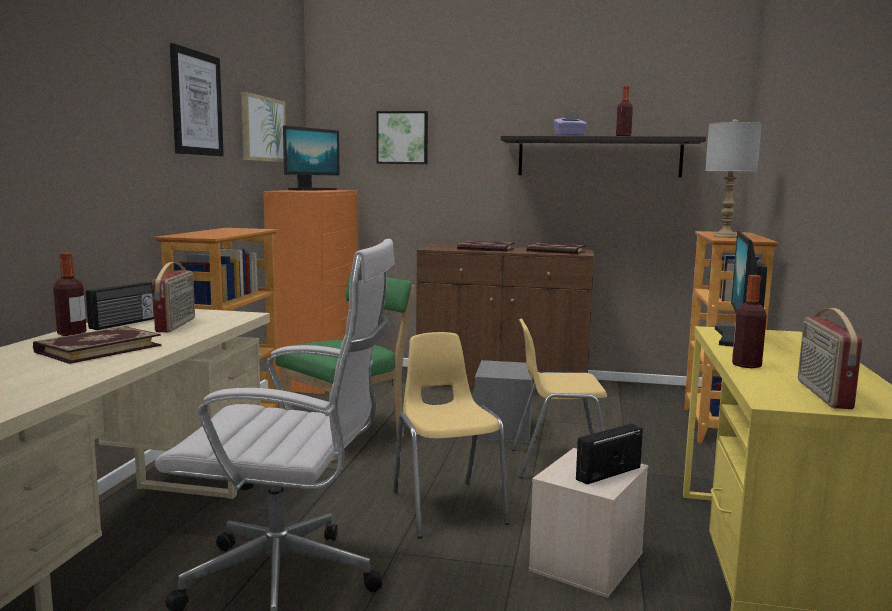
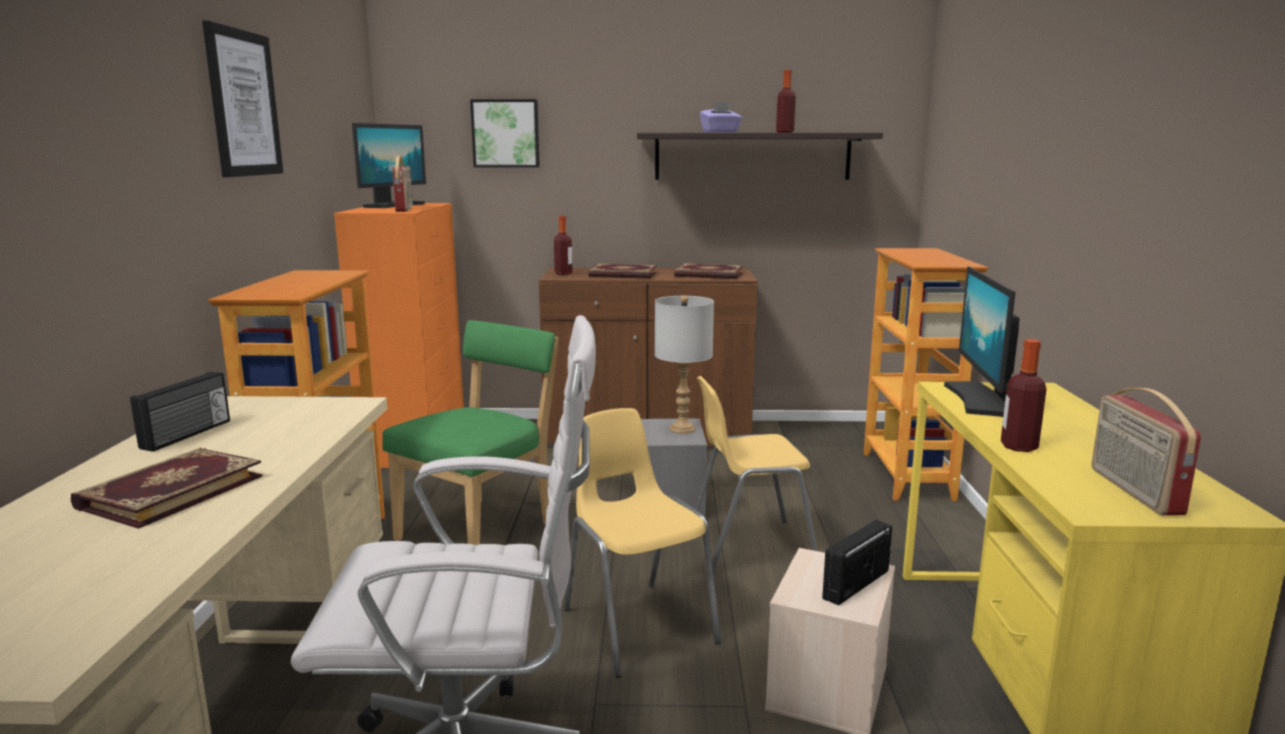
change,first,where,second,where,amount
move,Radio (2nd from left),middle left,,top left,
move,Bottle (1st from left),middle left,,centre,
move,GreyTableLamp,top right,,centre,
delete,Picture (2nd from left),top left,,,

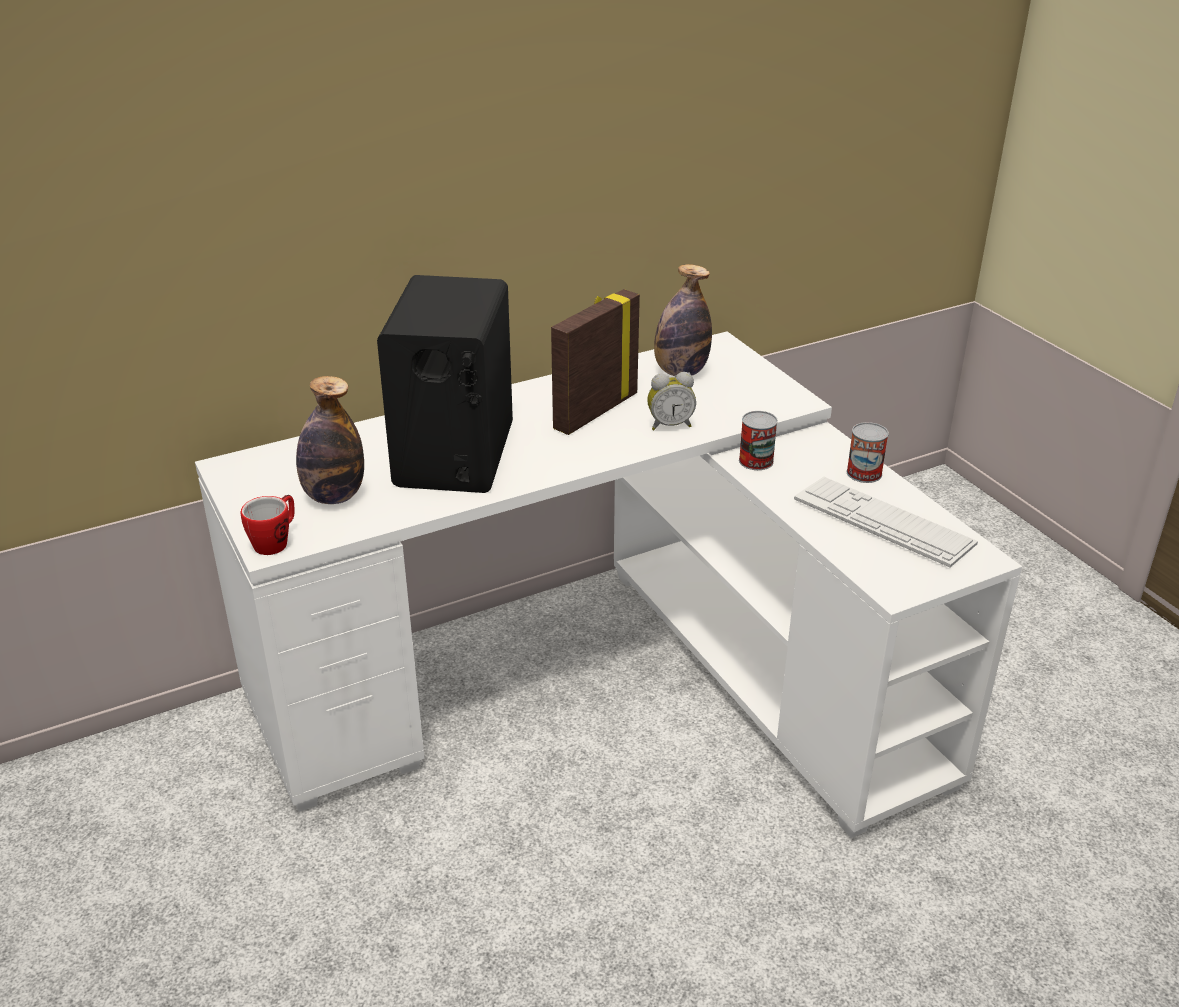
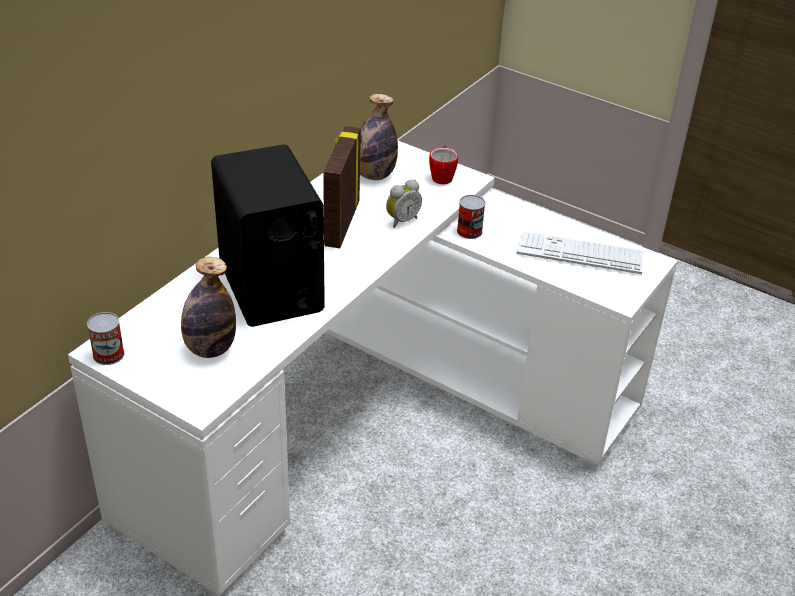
change,first,where,second,where,amount
move,Can (2nd from left in the first image),middle right,Can (1st from left),middle left,
move,Mug,middle left,,top centre,

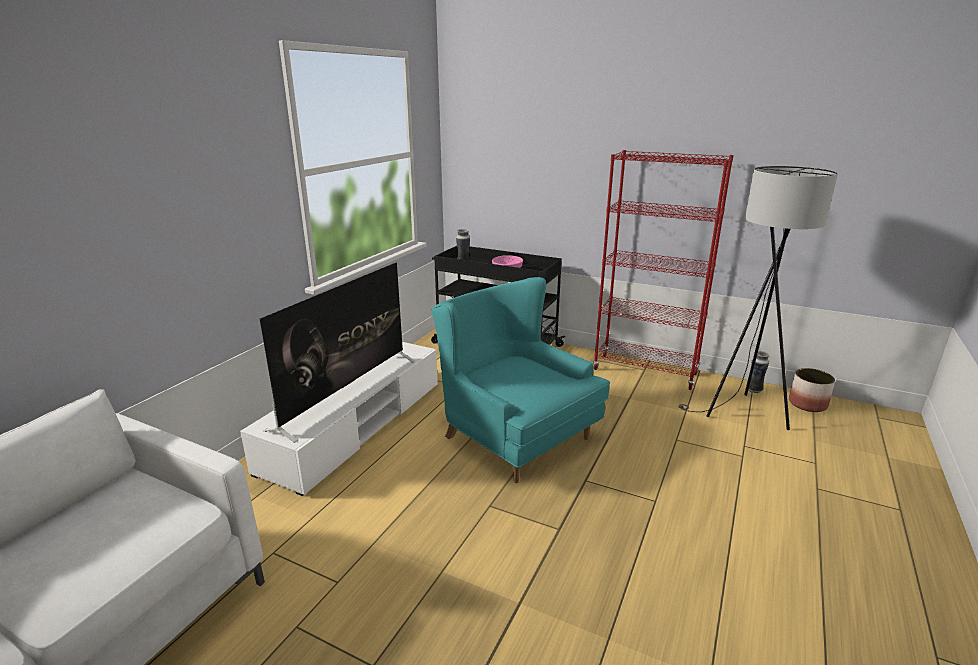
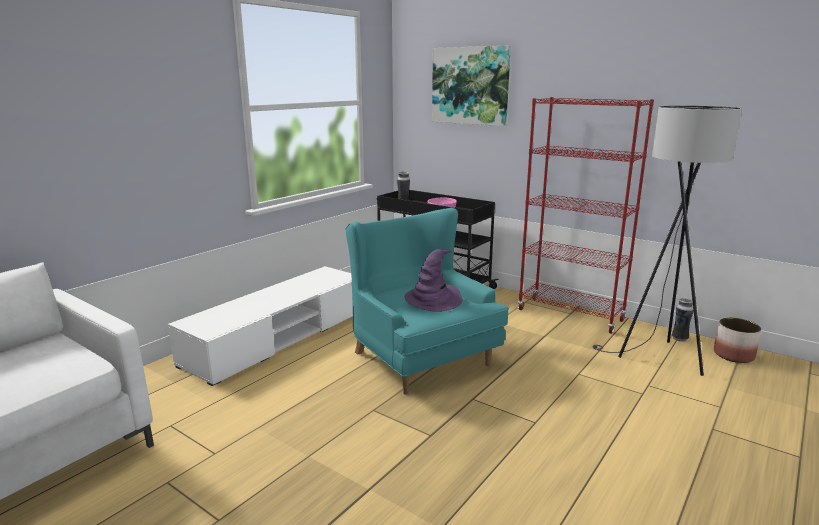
change,first,where,second,where,amount
insert,,,PurpleHat,centre,
insert,,,Picture,top centre,
delete,Television,centre,,,

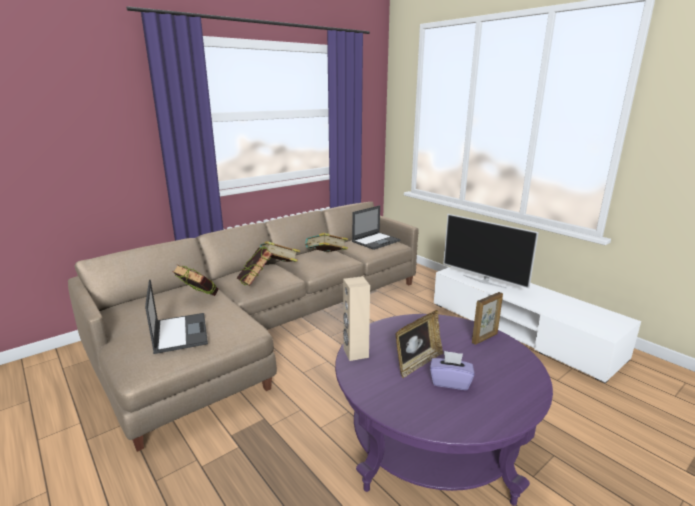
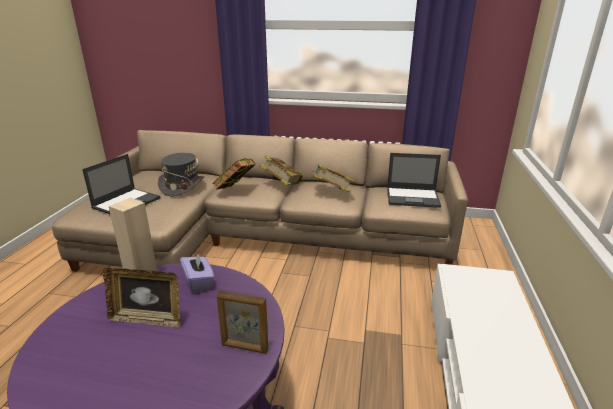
change,first,where,second,where,amount
replace,Book (1st from left),middle left,GreyHat,middle left,
move,PurpleTissueBox,bottom centre,,bottom left,
delete,Television,middle right,,,

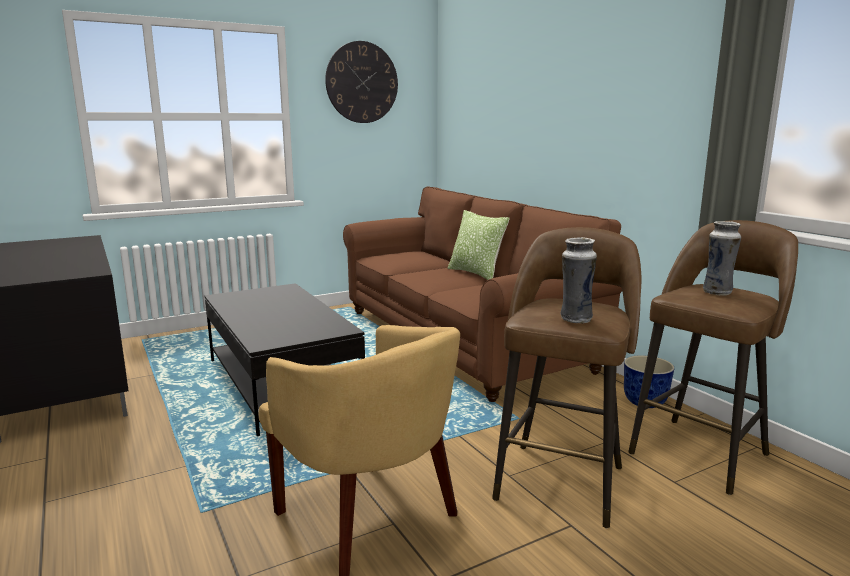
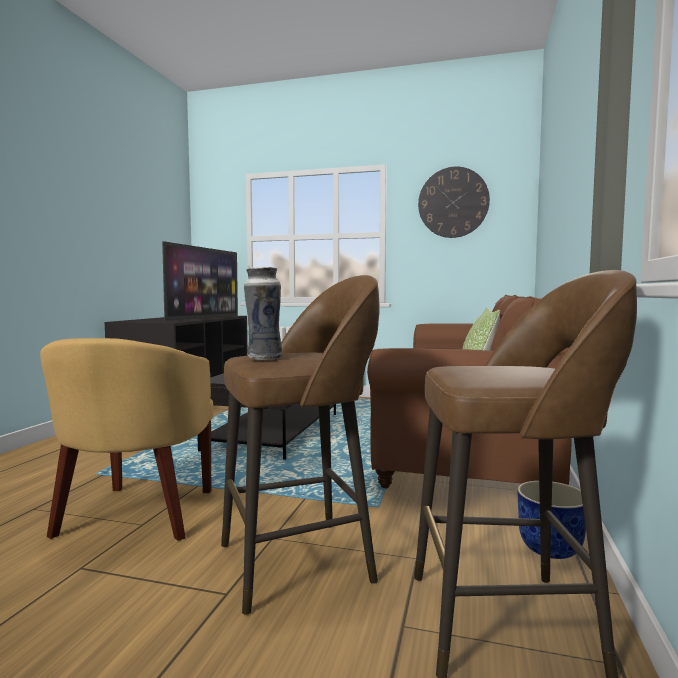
change,first,where,second,where,amount
insert,,,Television,middle left,
delete,Vase (2nd from left),middle right,,,

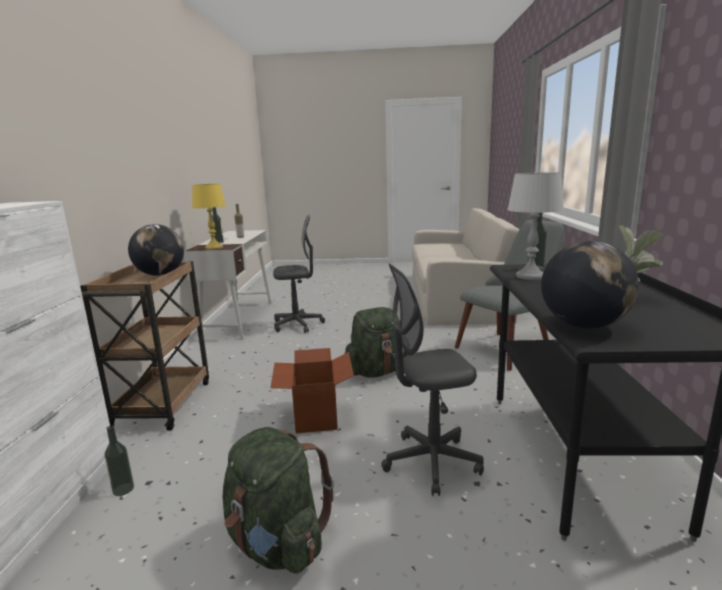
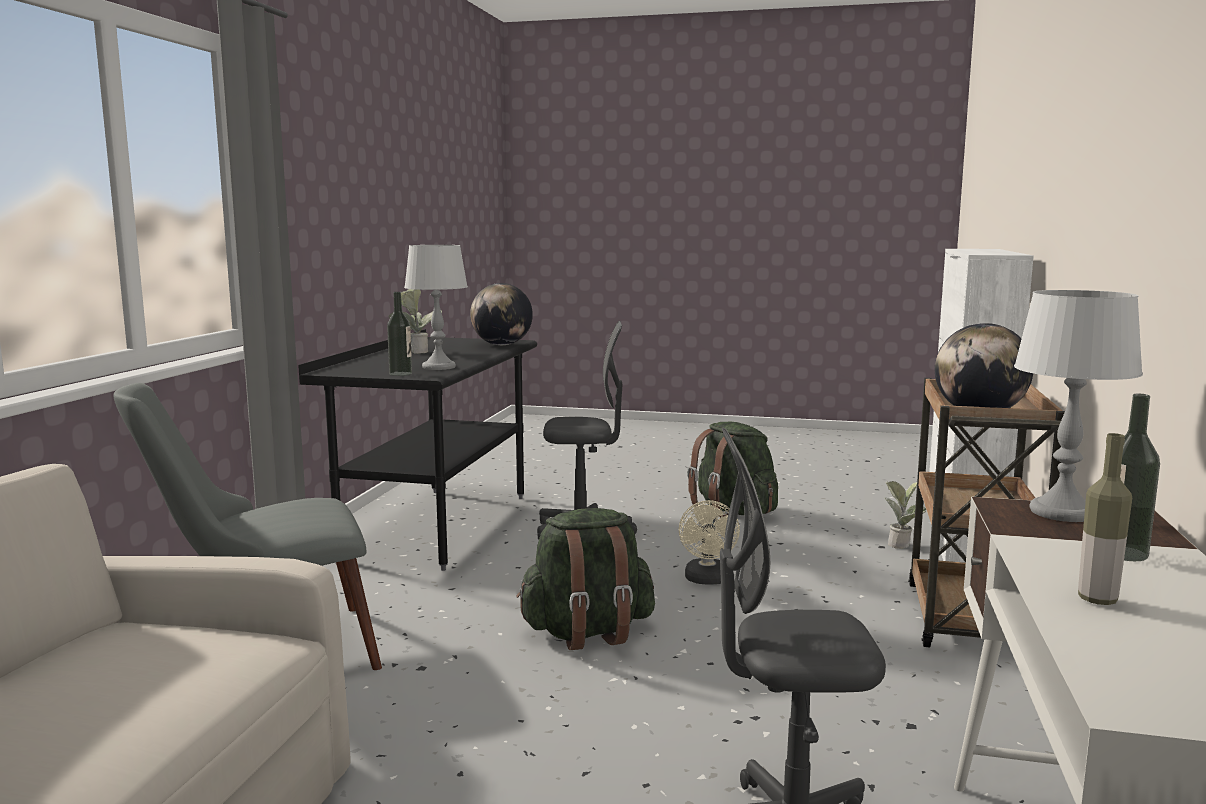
change,first,where,second,where,amount
replace,CardboardBox,centre,BeigeFan,bottom centre,
replace,Bottle (1st from left),bottom left,PottedPlant (2nd from left),middle right,
recolor,YellowTableLamp,middle left,GreyTableLamp (2nd from left),middle right,

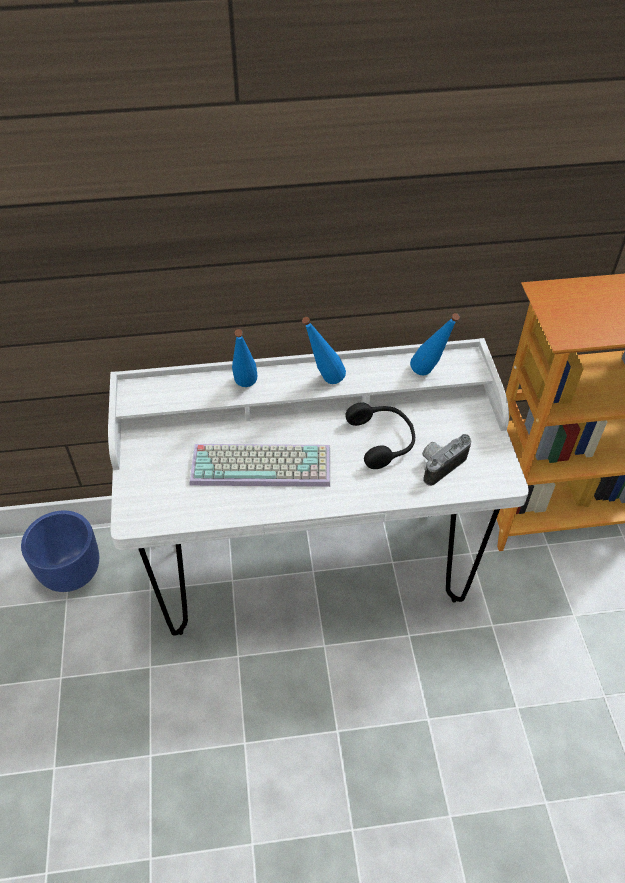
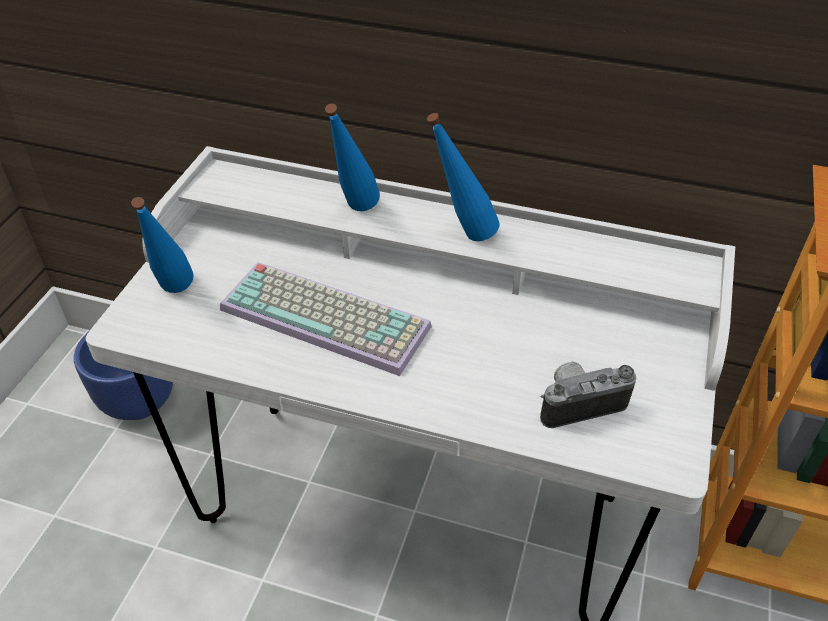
change,first,where,second,where,amount
move,BlueBottle (3rd from left in the first image),middle right,BlueBottle (1st from left),middle left,
delete,BlackHeadphones,centre,,,

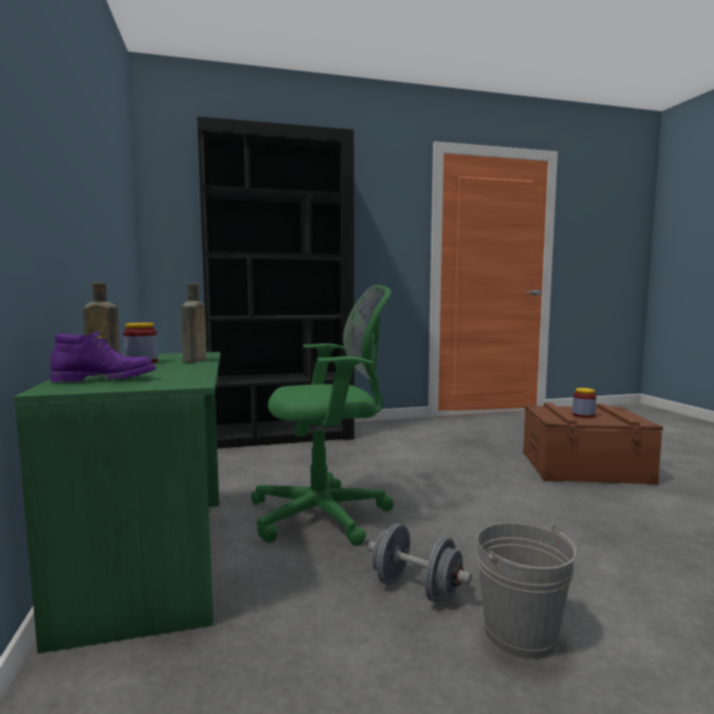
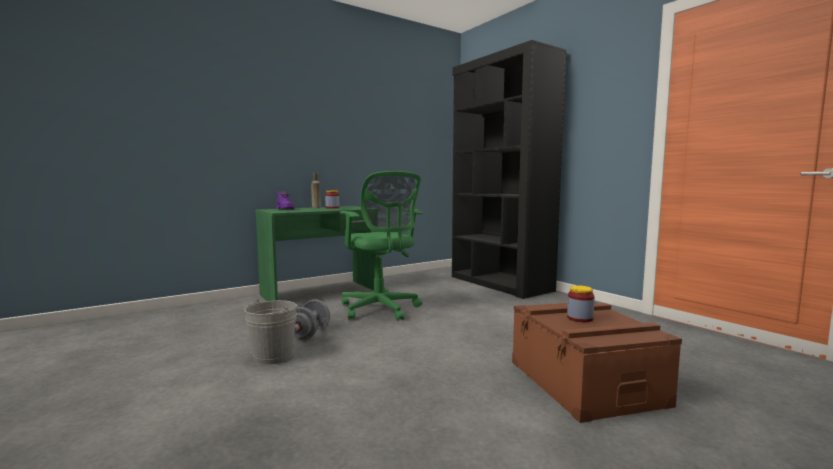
change,first,where,second,where,amount
delete,BrownBottle (2nd from left),middle left,,,

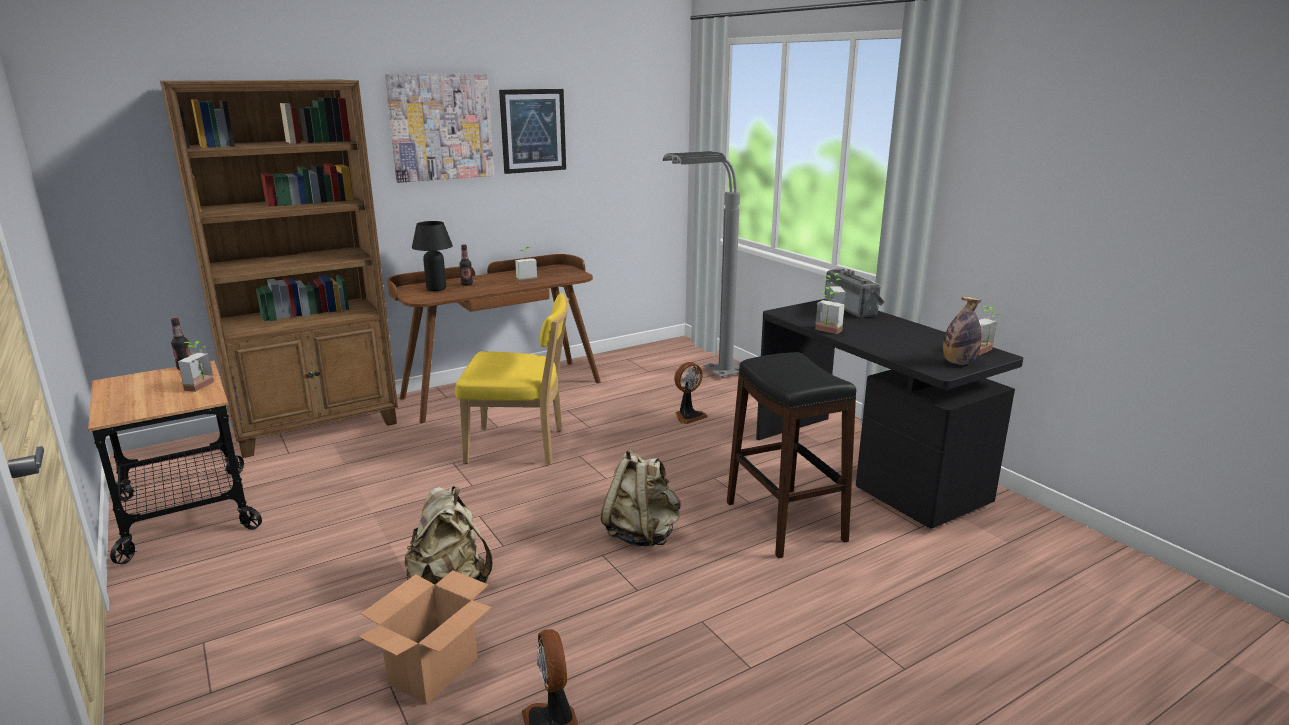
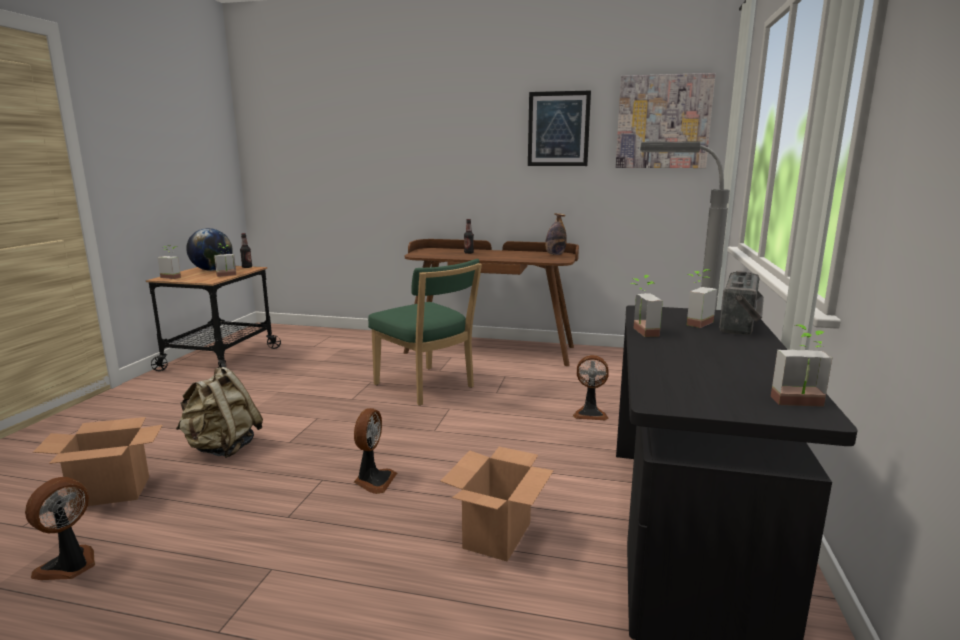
change,first,where,second,where,amount
move,PottedPlant (2nd from left in the first image),centre,PottedPlant (1st from left),middle left,
insert,,,Globe,middle left,
replace,BeigeBackpack (2nd from left),bottom centre,Fan (2nd from left),bottom centre,
recolor,YellowChair,centre,GreenChair,centre,
replace,BlackStool,centre,CardboardBox (2nd from left),bottom centre,
move,Bottle (3rd from left),middle right,,centre,
move,Picture (1st from left in the first image),top centre,Picture (2nd from left),top right,
delete,BrownBookcase,middle left,,,
delete,BlackTableLamp,centre,,,

